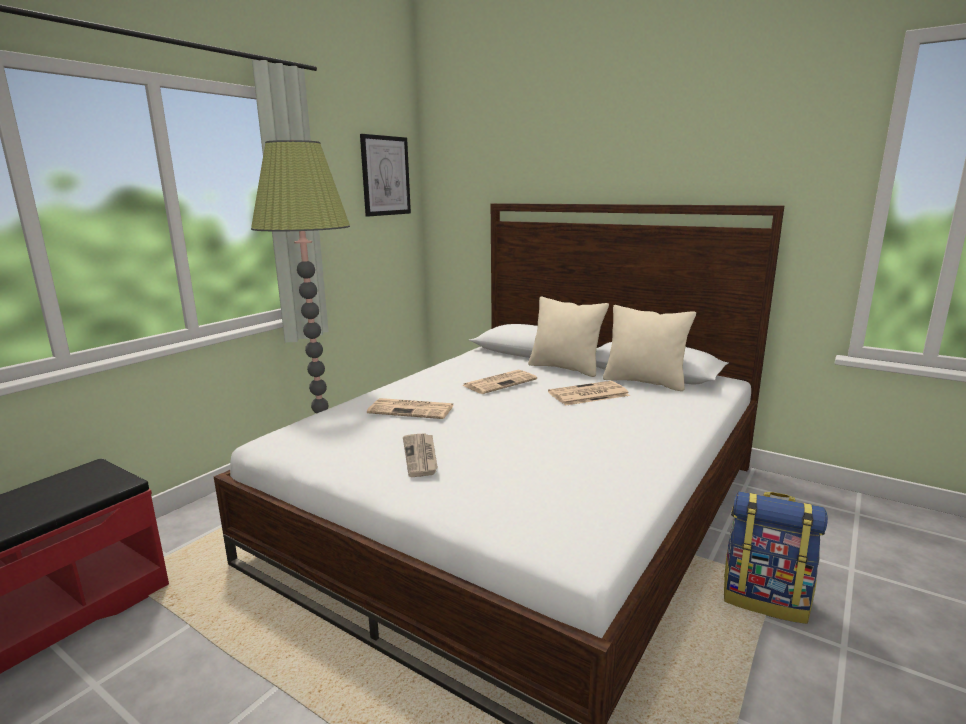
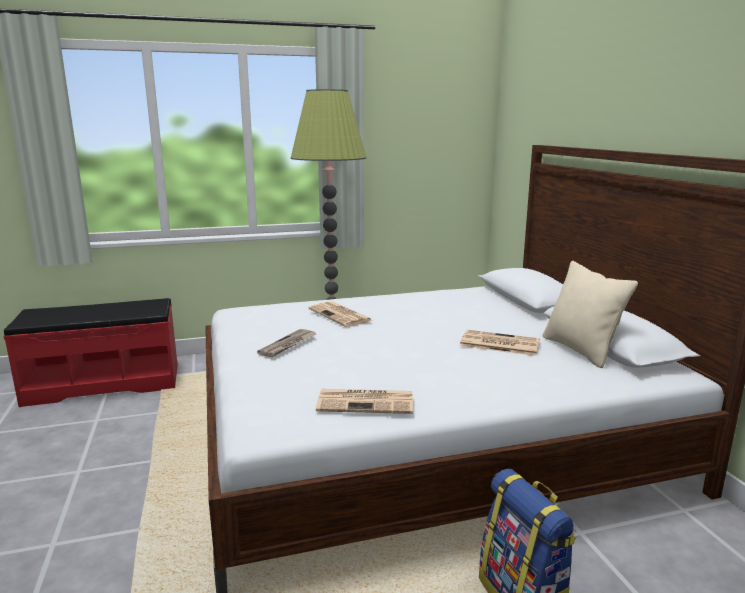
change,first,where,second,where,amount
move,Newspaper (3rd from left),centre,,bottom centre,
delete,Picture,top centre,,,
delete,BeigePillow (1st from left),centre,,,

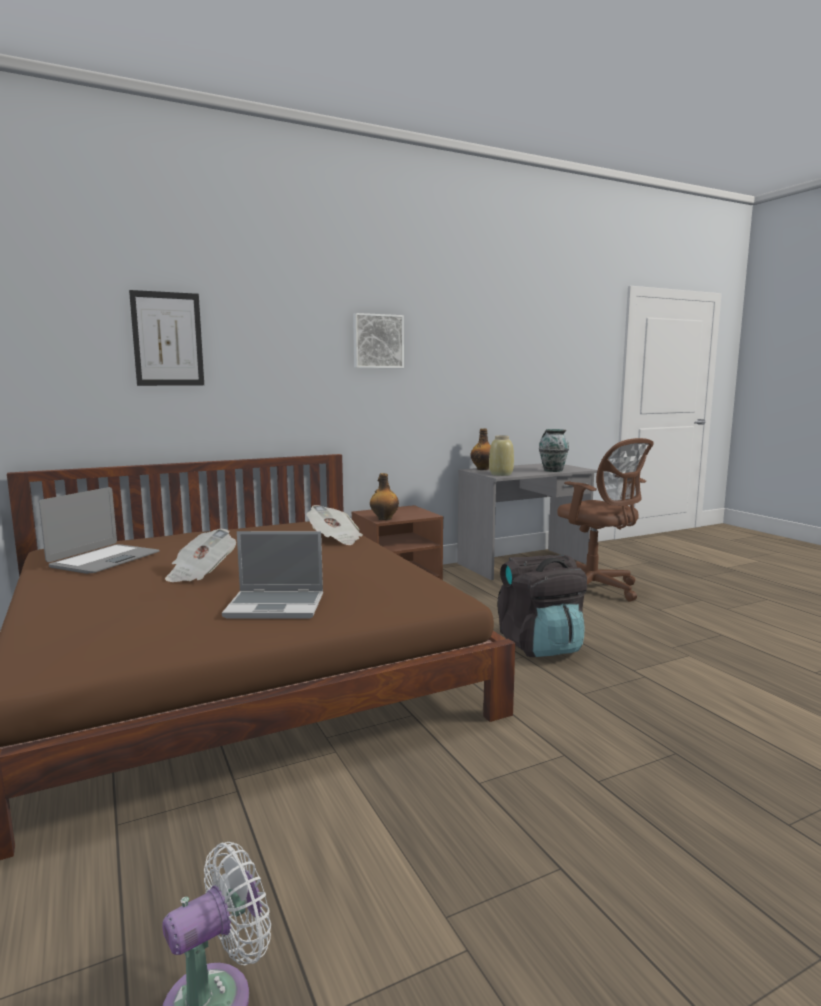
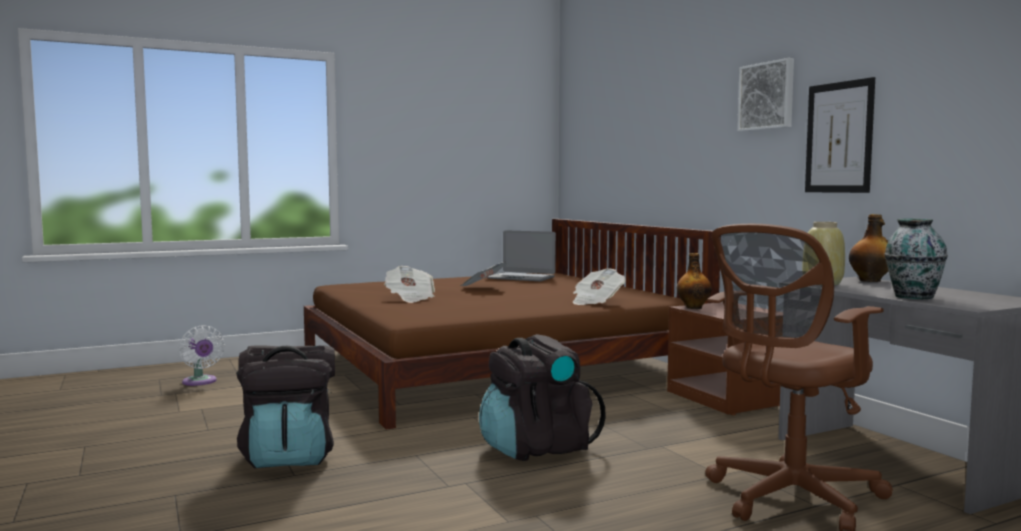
change,first,where,second,where,amount
insert,,,BlackBackpack (1st from left),bottom left,
replace,Laptop (2nd from left),middle left,Newspaper (1st from left),centre,
move,Picture (1st from left in the first image),middle left,Picture (2nd from left),top right,

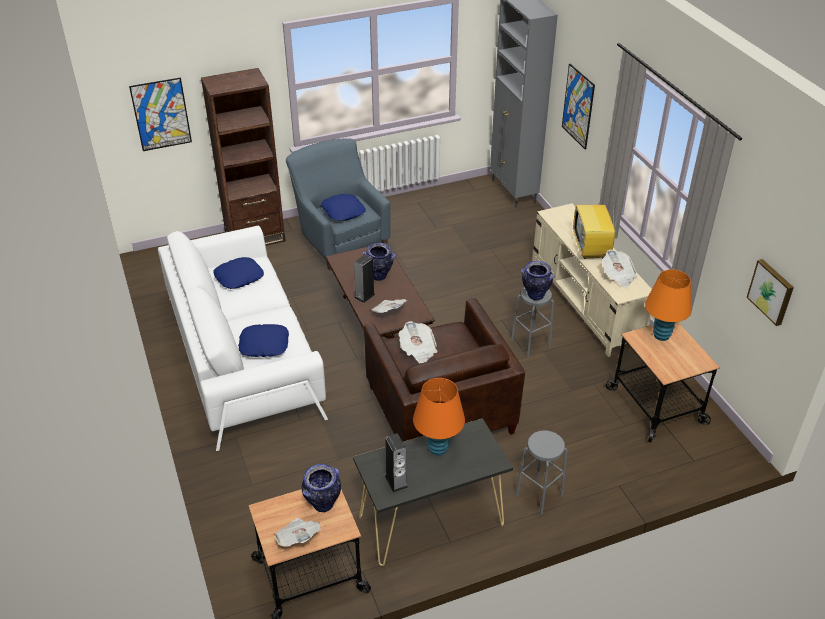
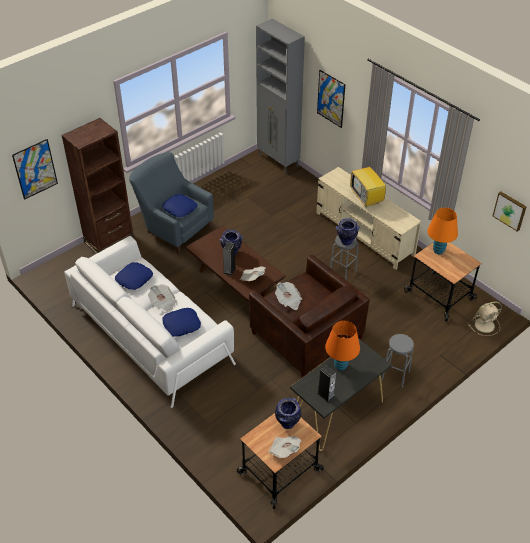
change,first,where,second,where,amount
move,Newspaper (4th from left in the first image),middle right,Newspaper (1st from left),middle left,
insert,,,BeigeFan,middle right,

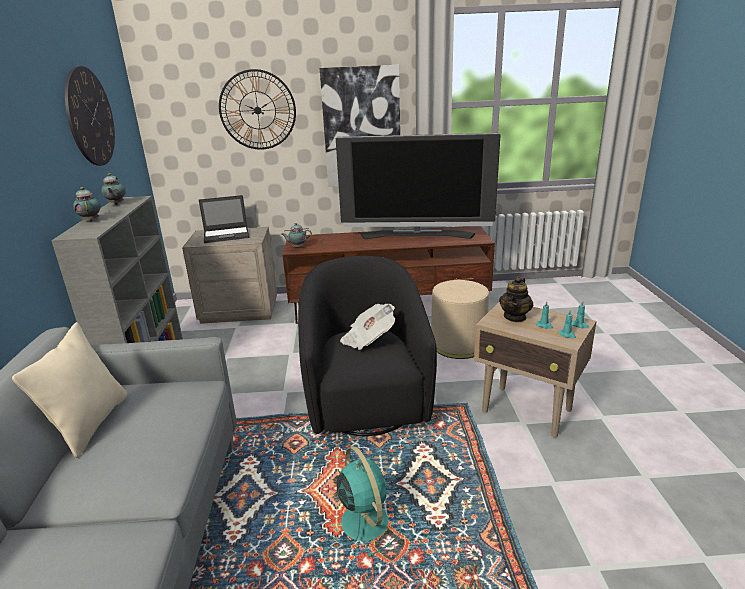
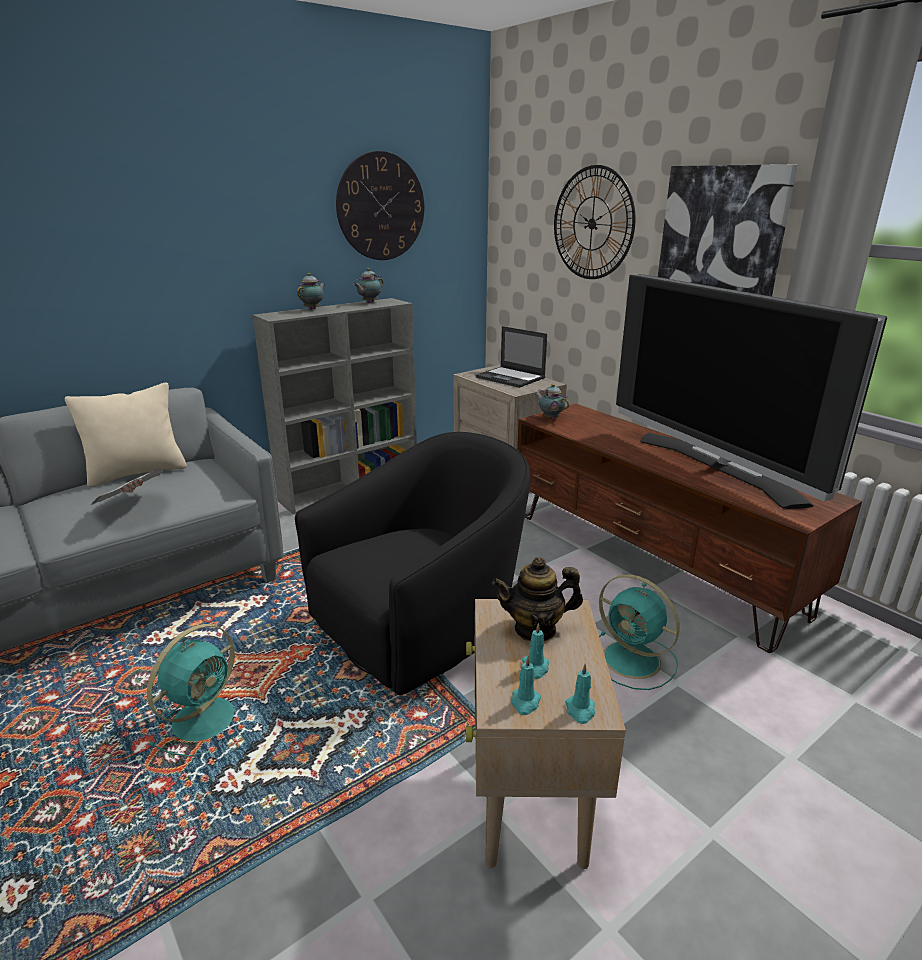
change,first,where,second,where,amount
move,Newspaper,centre,,middle left,
replace,BeigeOttoman,centre,TurquoiseFan (2nd from left),middle right,

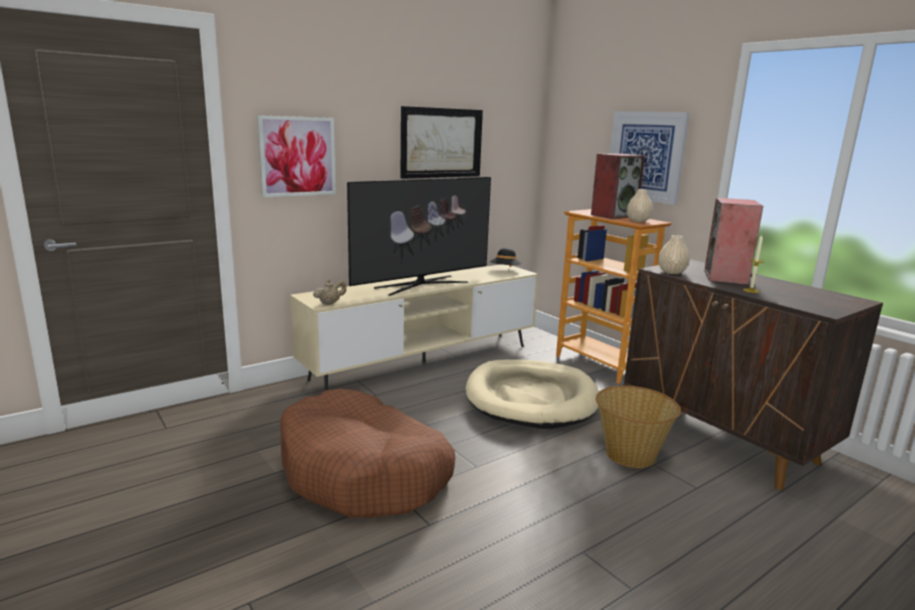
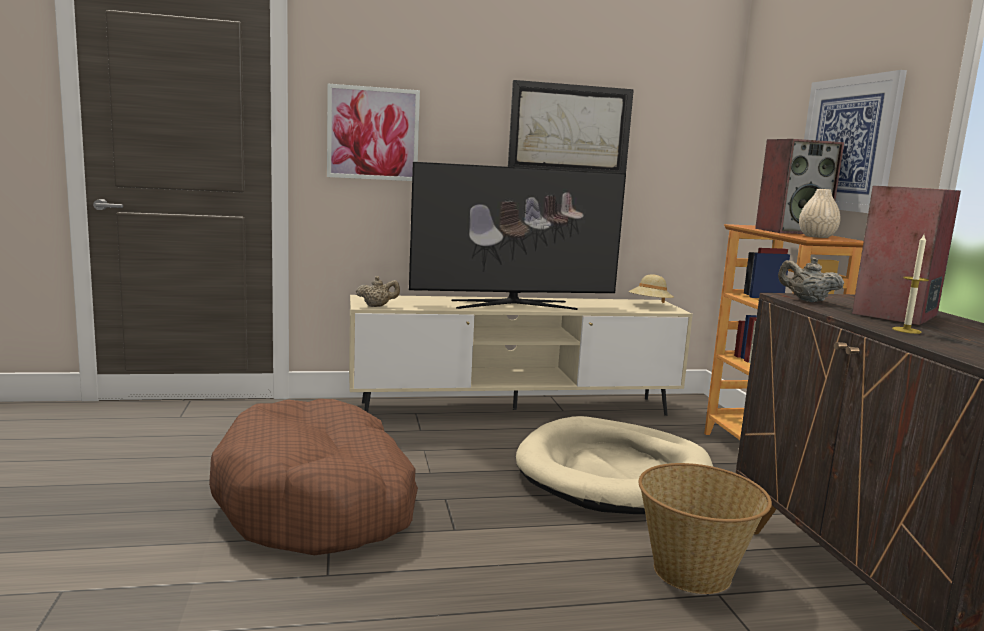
change,first,where,second,where,amount
recolor,BlackHat,centre,BeigeHat,centre,
replace,BeigeVase (2nd from left),middle right,BeigeTeapot (2nd from left),middle right,

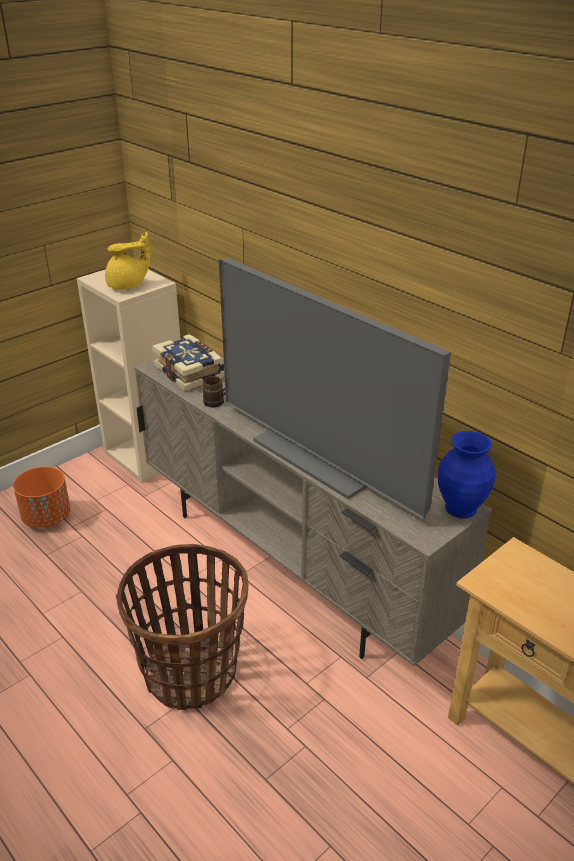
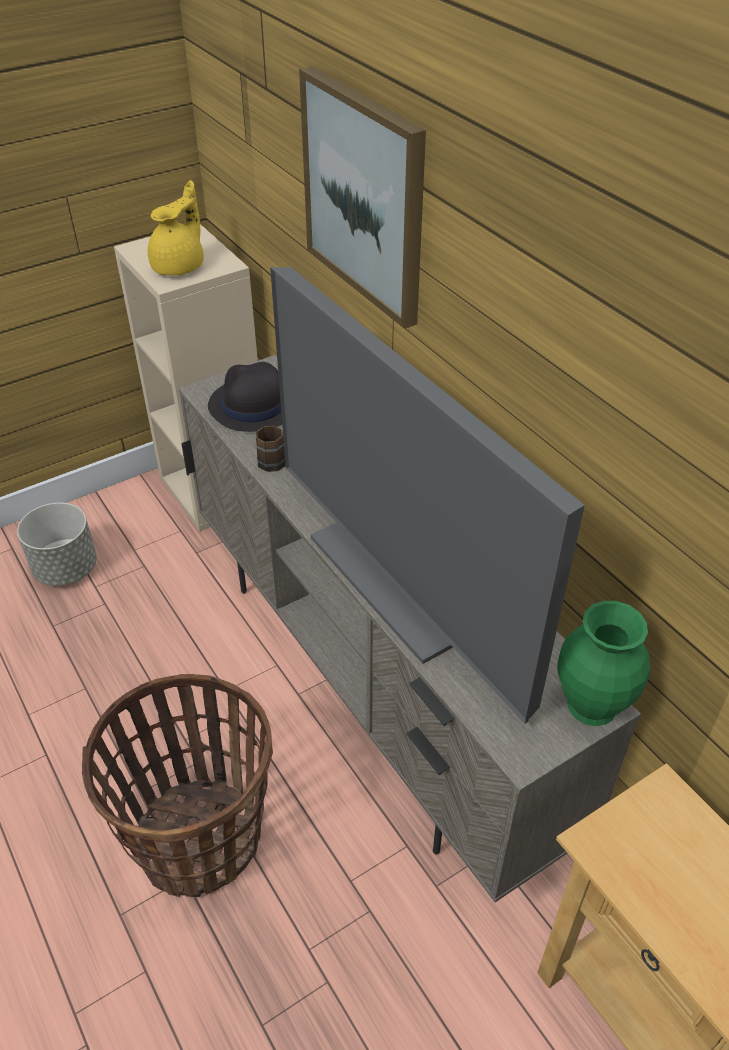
change,first,where,second,where,amount
recolor,OrangePlanter,middle left,GreyPlanter,middle left,
rotate,YellowTeapot,top left,,top left,45 degrees counterclockwise
replace,Book,middle left,BlackHat,centre,
insert,,,Picture,top centre,
recolor,BlueVase,middle right,GreenVase,middle right,

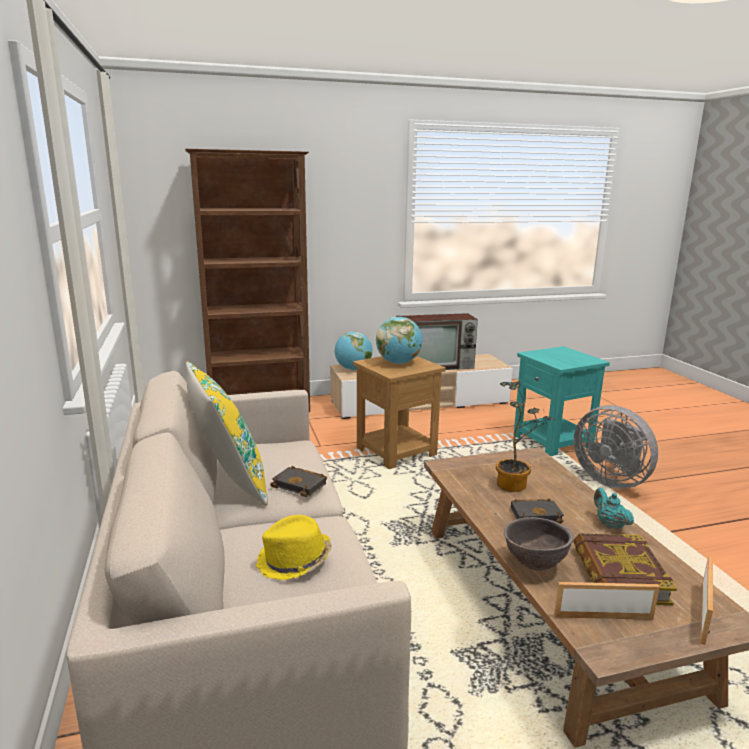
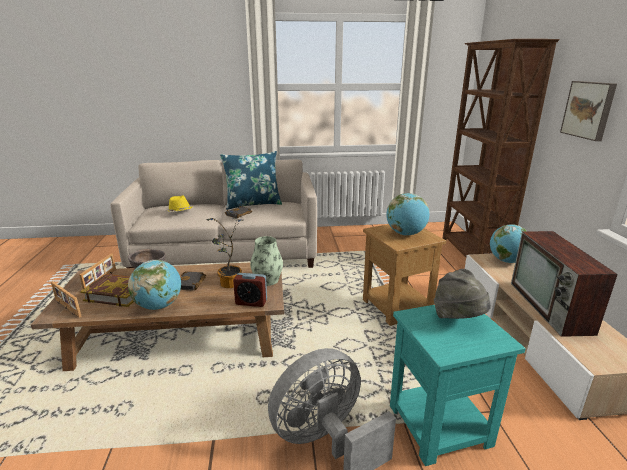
change,first,where,second,where,amount
replace,TurquoiseTeapot,bottom right,Globe (1st from left),middle left,
recolor,YellowPillow,middle left,BluePillow,centre,
insert,,,AlarmClock,centre,
insert,,,Vase,centre,
insert,,,GreyHat,middle right,
insert,,,Picture,top right,

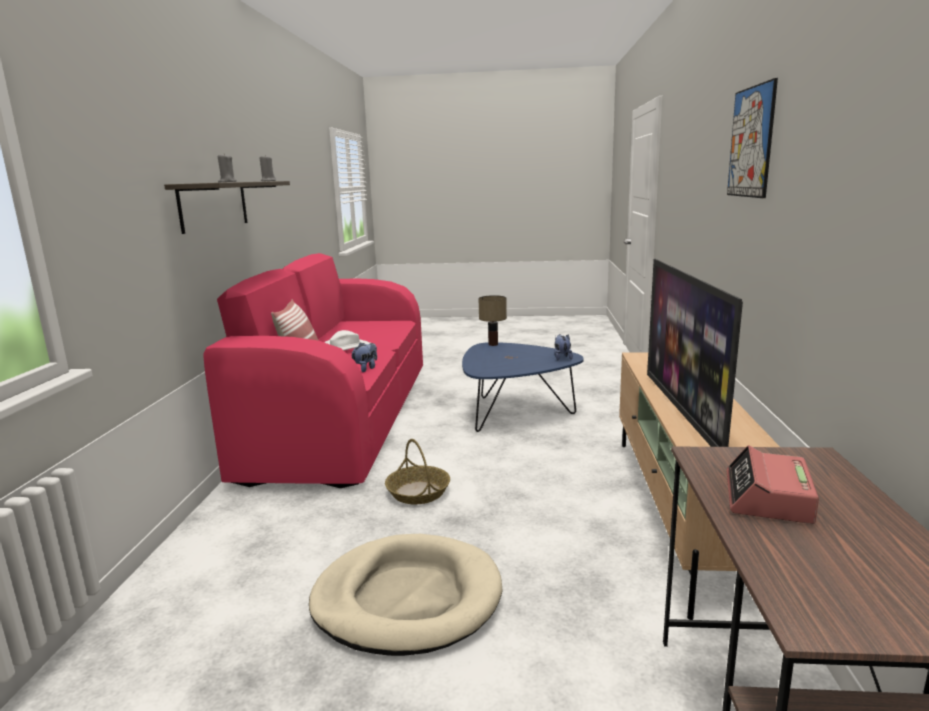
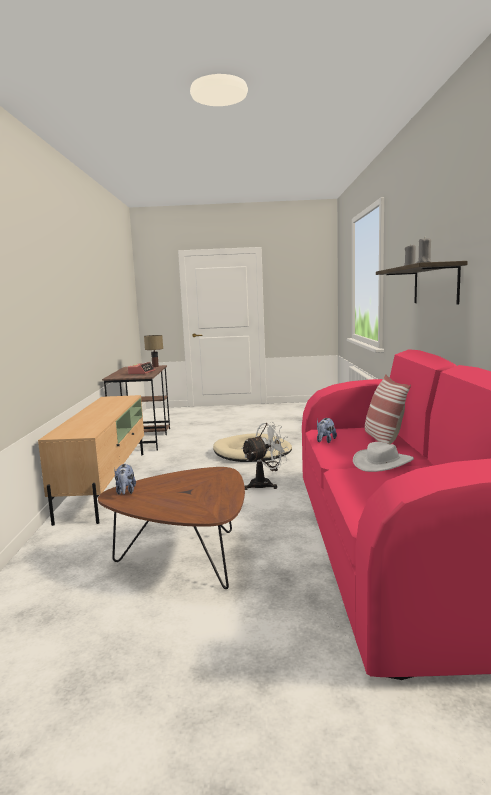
change,first,where,second,where,amount
recolor,BlueCoffeeTable,centre,BrownCoffeeTable,centre,
move,TableLamp,centre,,middle left,
replace,Basket,centre,WhiteFan,centre,
delete,Television,middle right,,,
delete,Picture,top right,,,

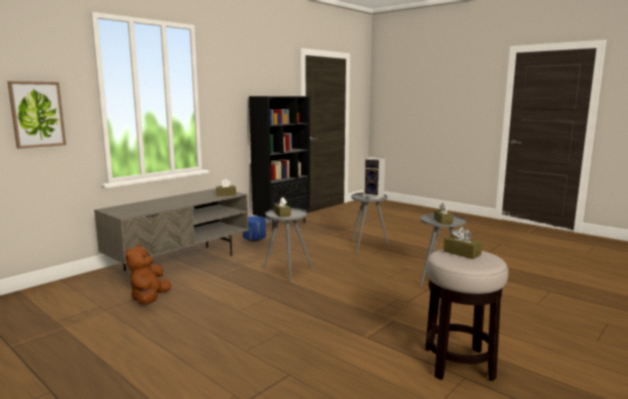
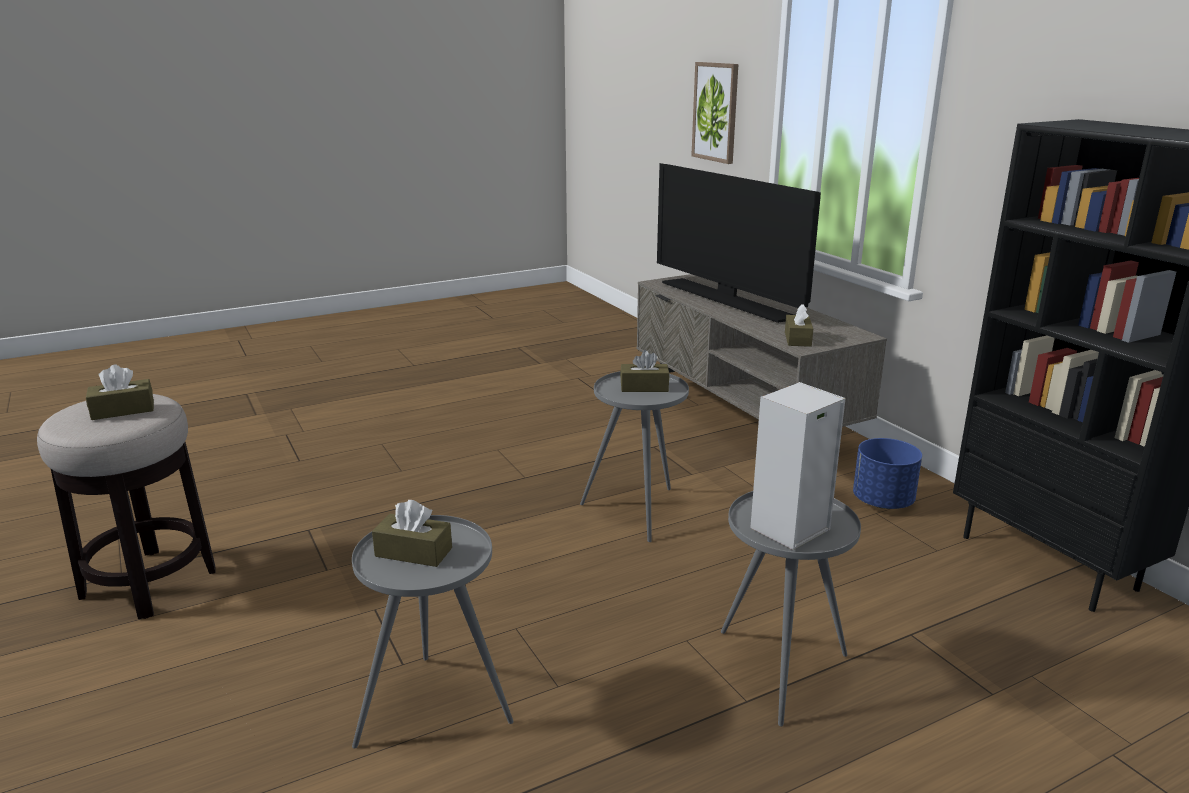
change,first,where,second,where,amount
insert,,,Television,top centre,
delete,BrownPlushToy,bottom left,,,

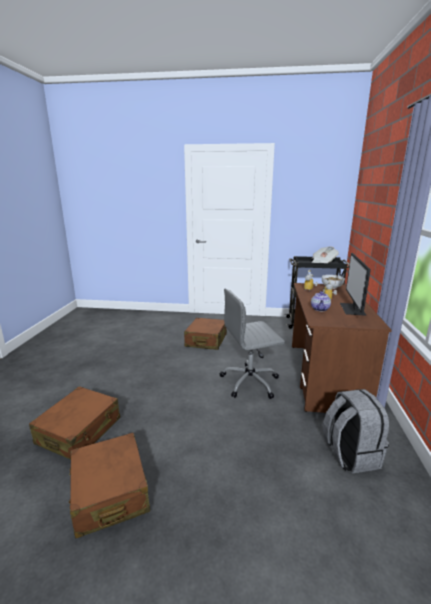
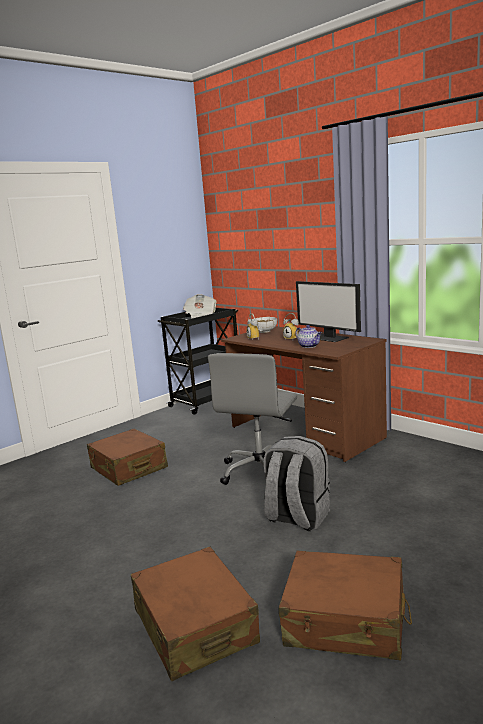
change,first,where,second,where,amount
move,GreyBackpack,bottom right,,bottom centre,

